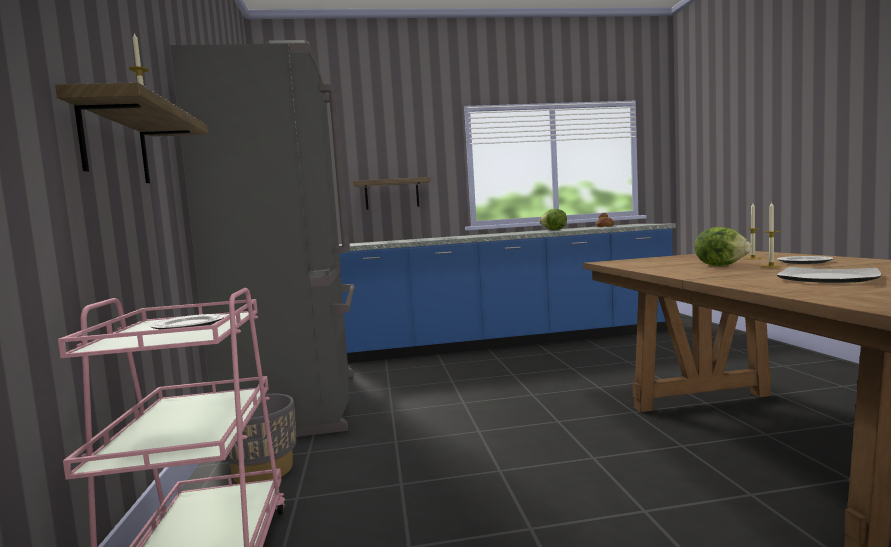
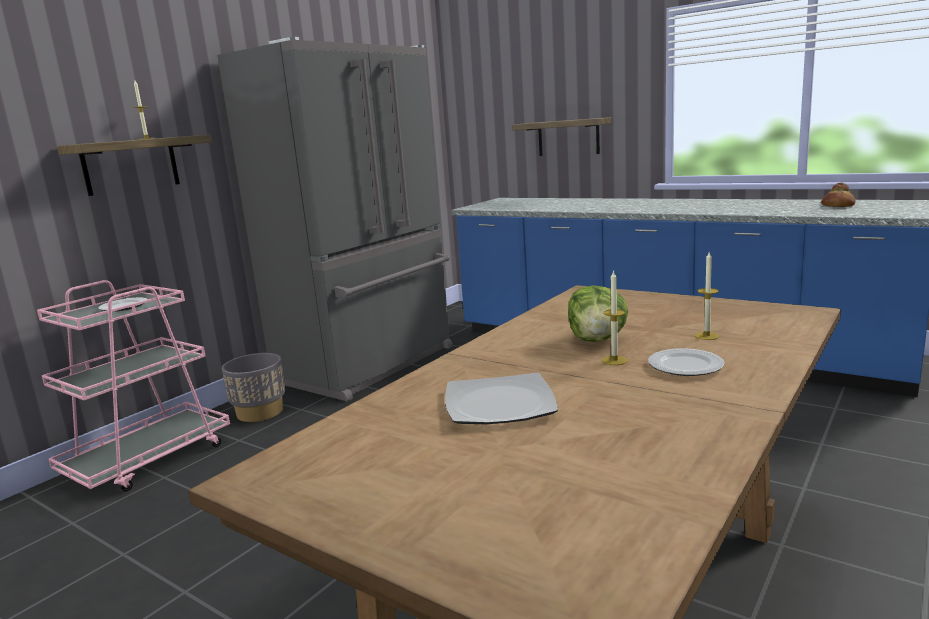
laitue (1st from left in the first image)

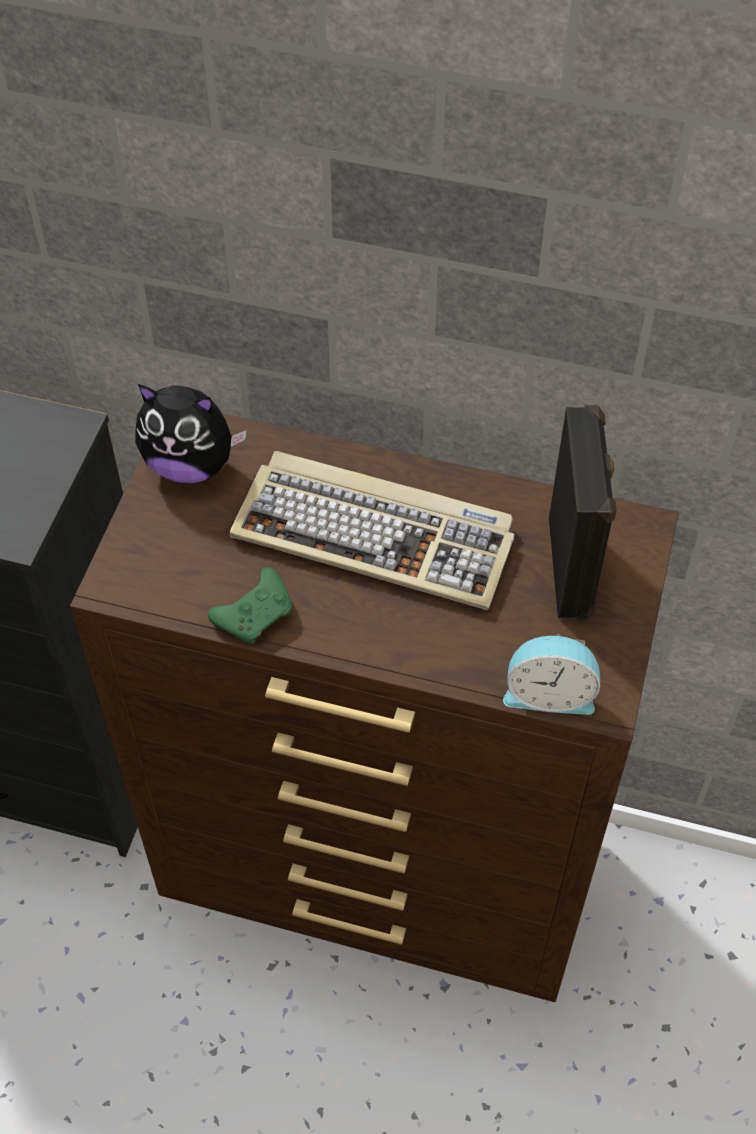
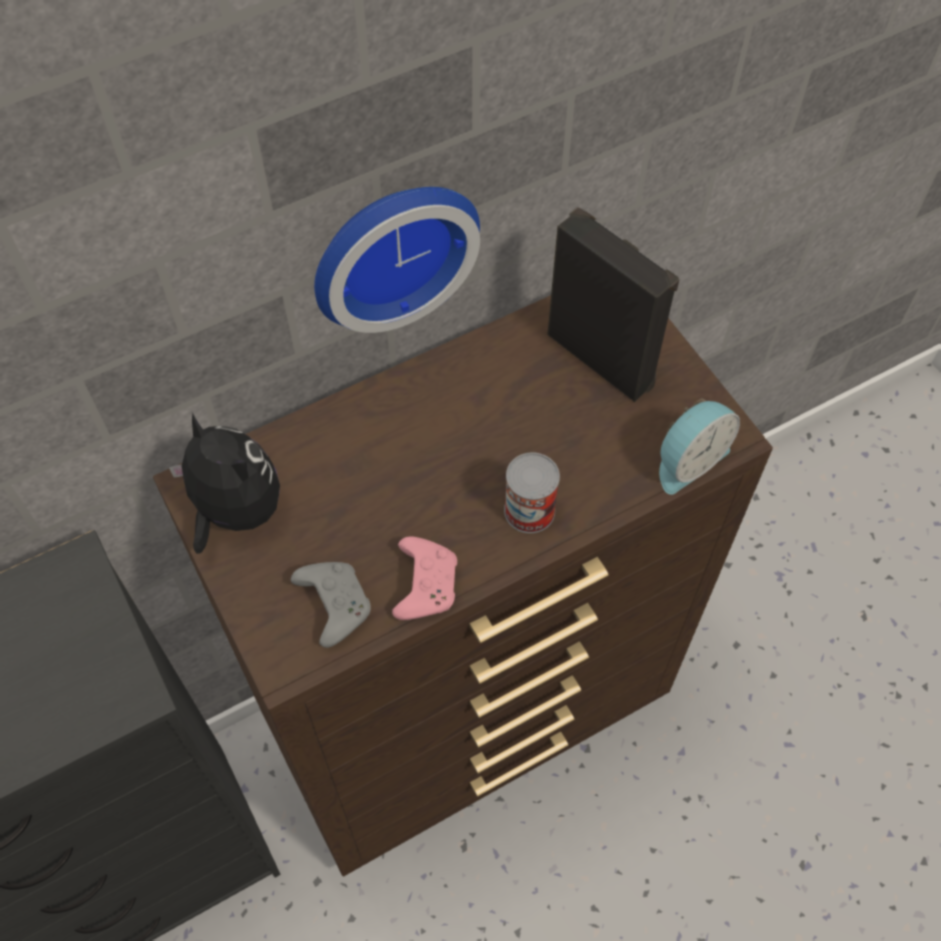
peluche
manette [gris]
horloge murale
manette [rose]
boîte métallique
clavier

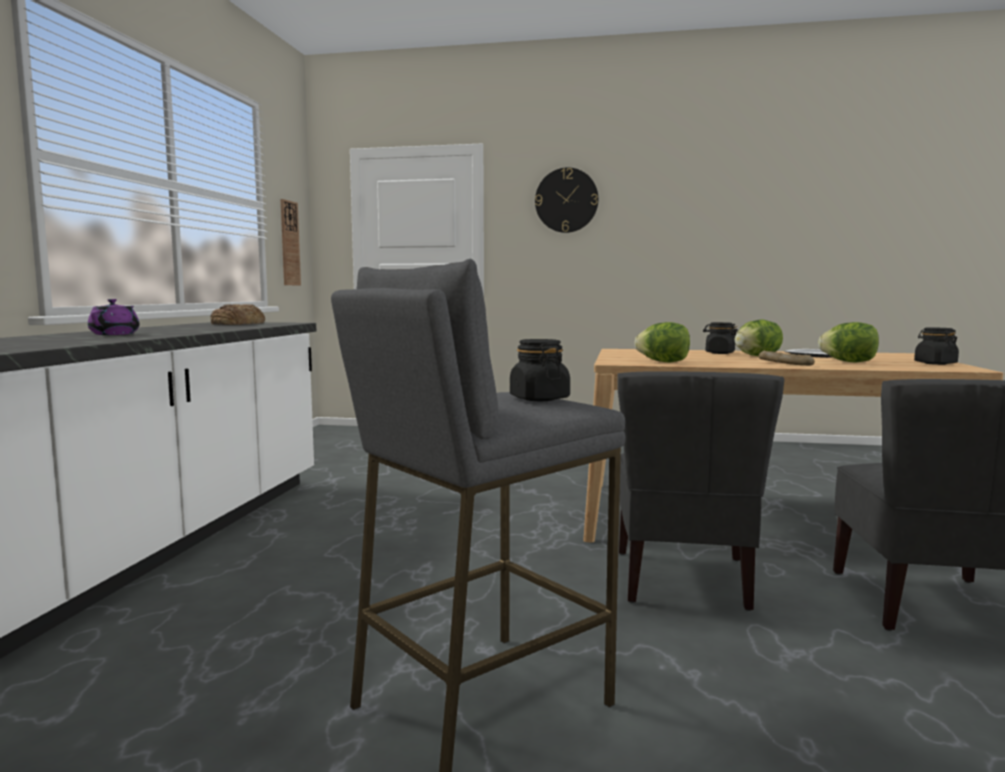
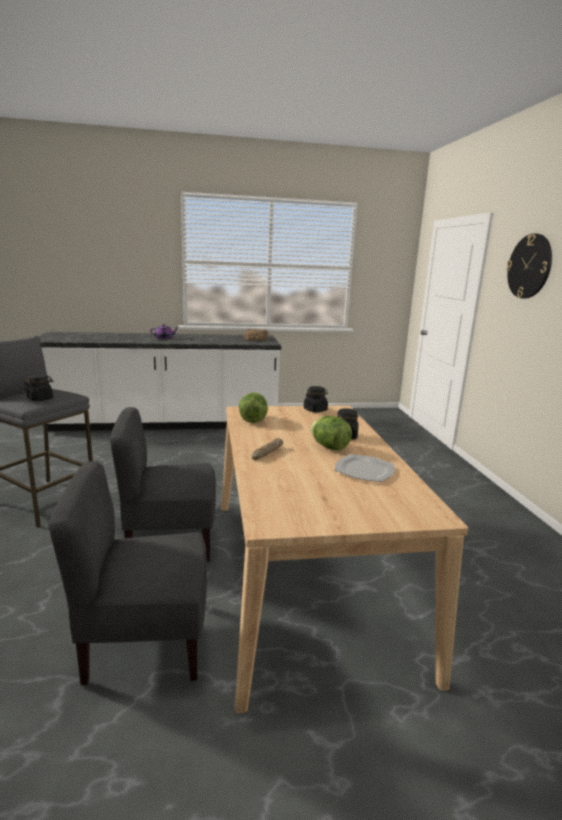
bocal [noir] (2nd from left)
horloge murale (1st from left in the first image)
laitue (3rd from left in the first image)

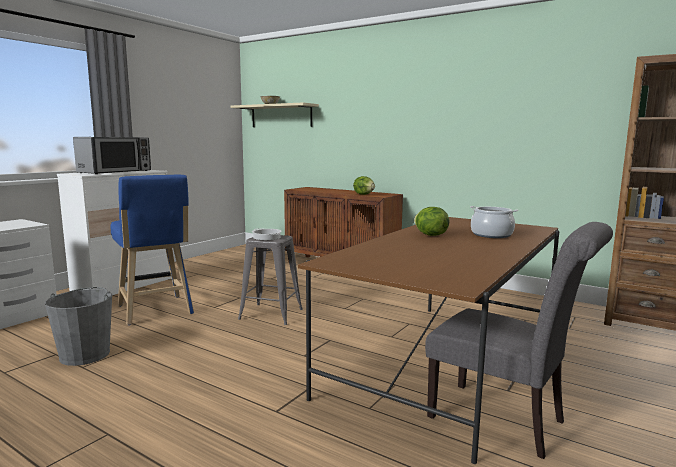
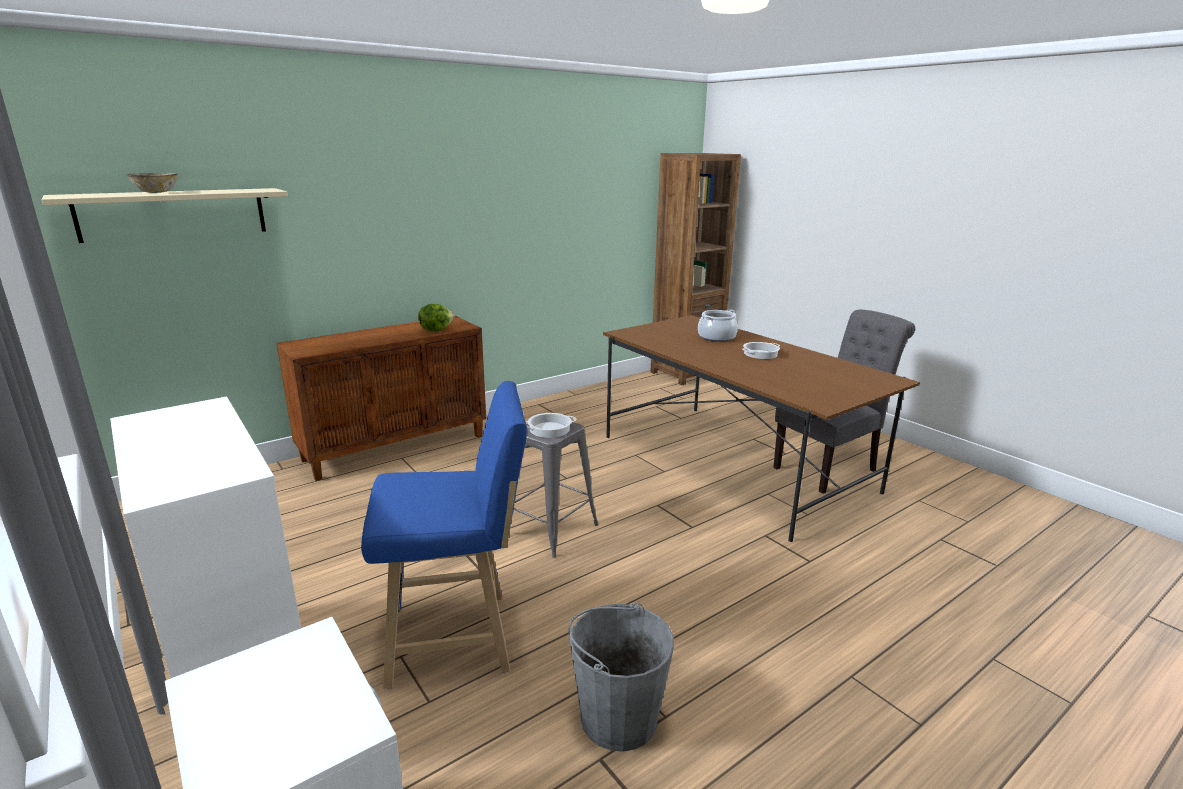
marmite (3rd from left)
micro-ondes
laitue (2nd from left in the first image)

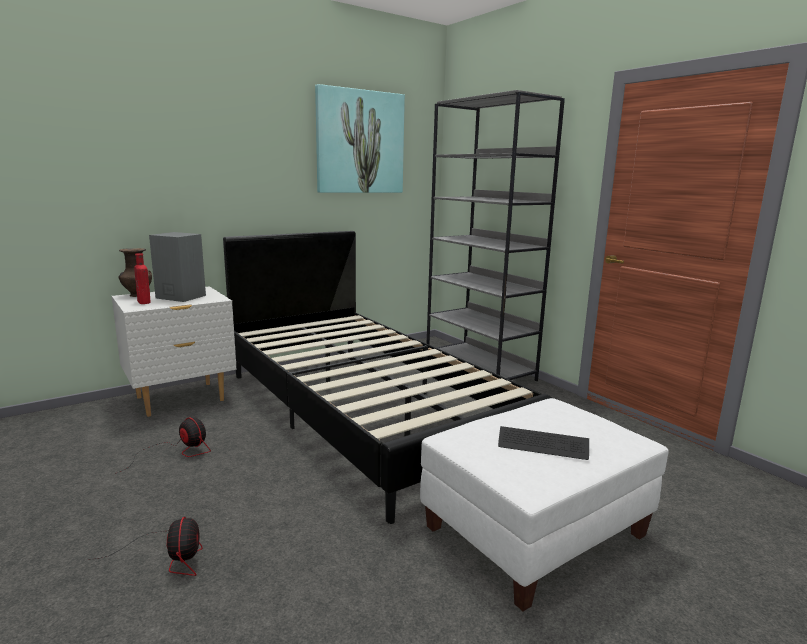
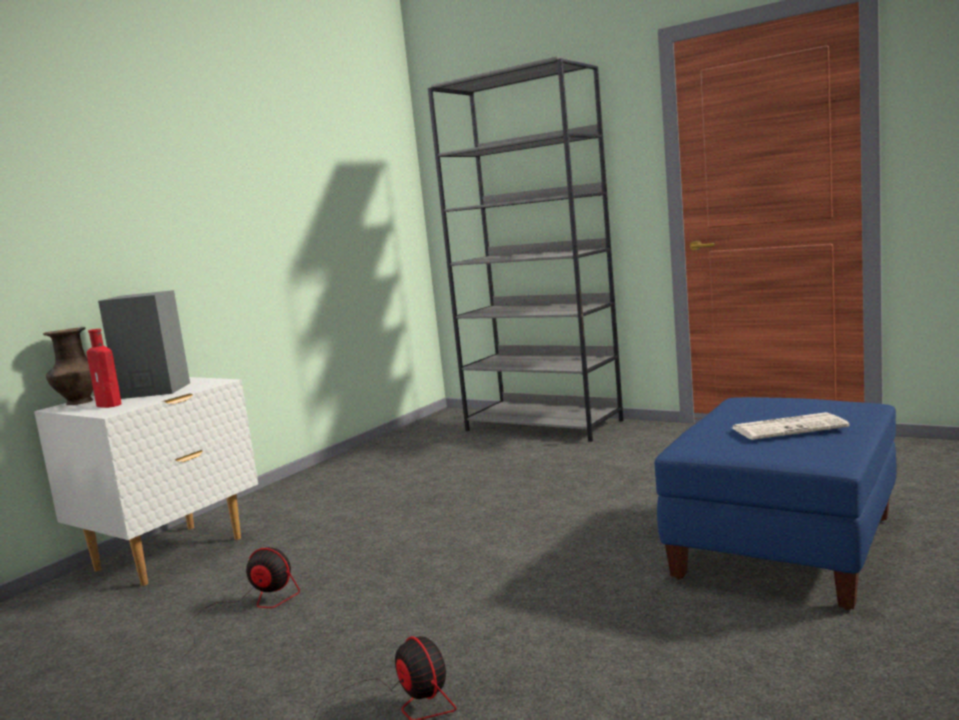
pouf [bleu]
journal
lit [noir]
tableau

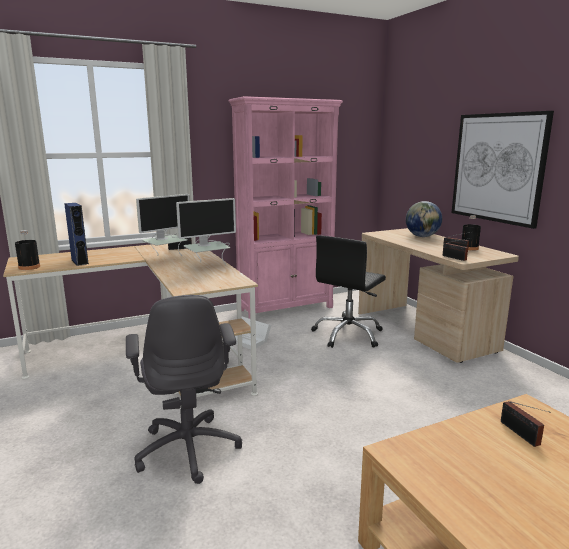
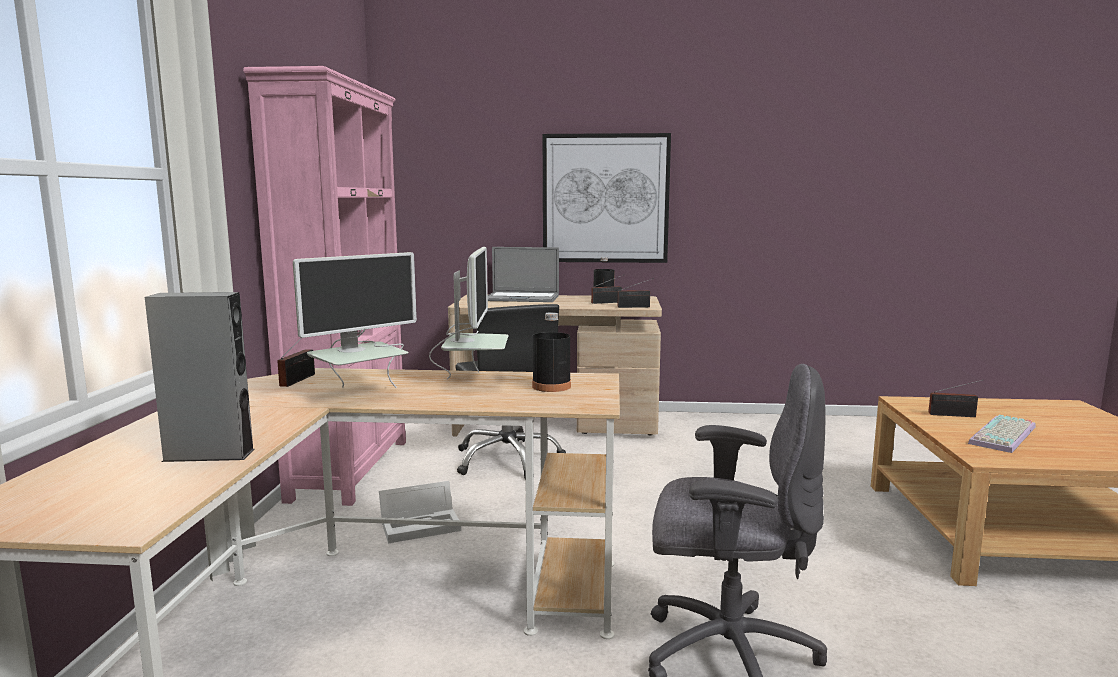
enceinte [gris]
écran d'ordinateur (1st from left)
ordinateur portable
bouteille [noir] (1st from left)
clavier

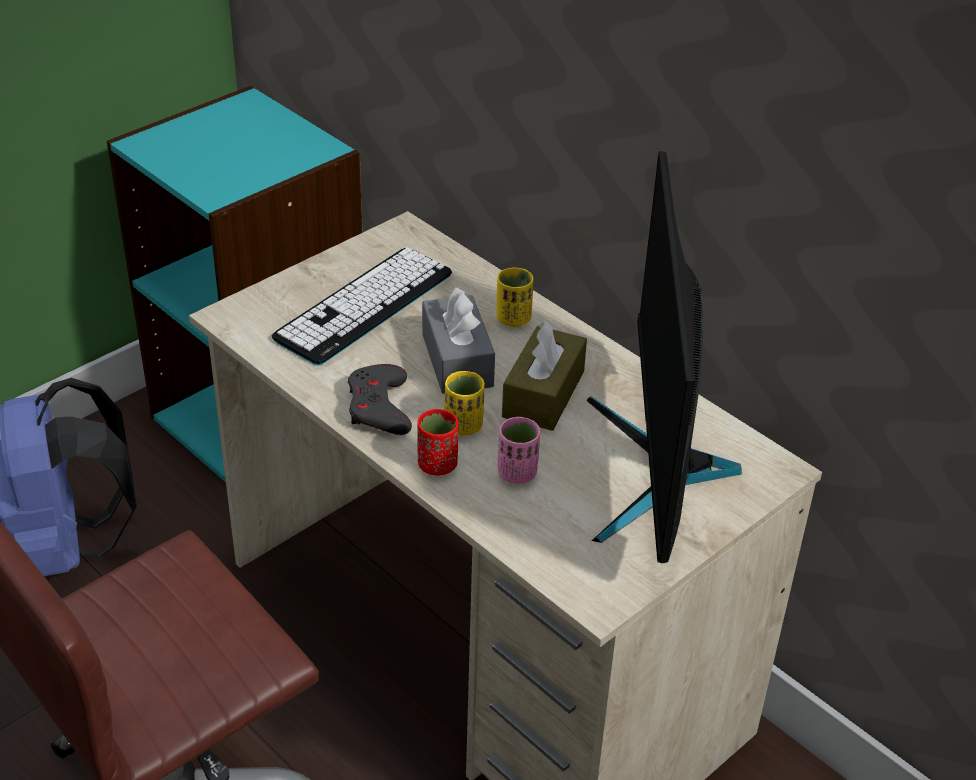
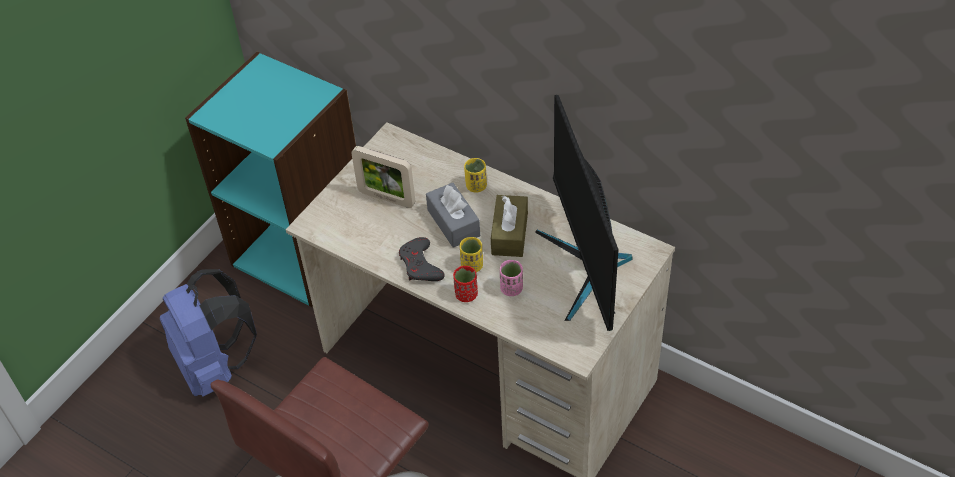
cadre photo

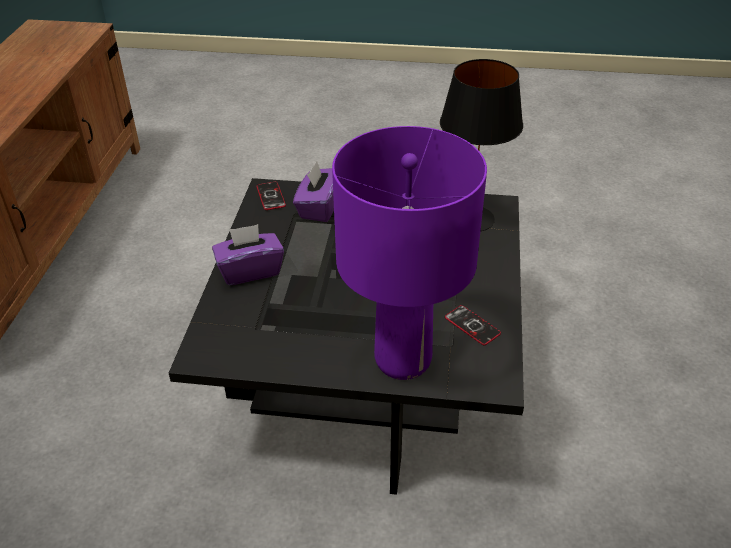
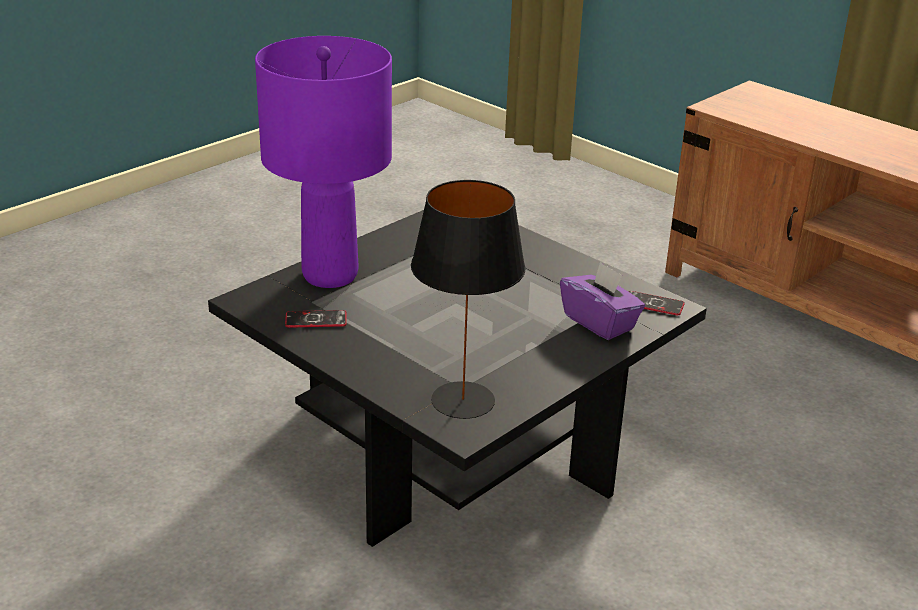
boîte à mouchoirs [violet] (1st from left in the first image)

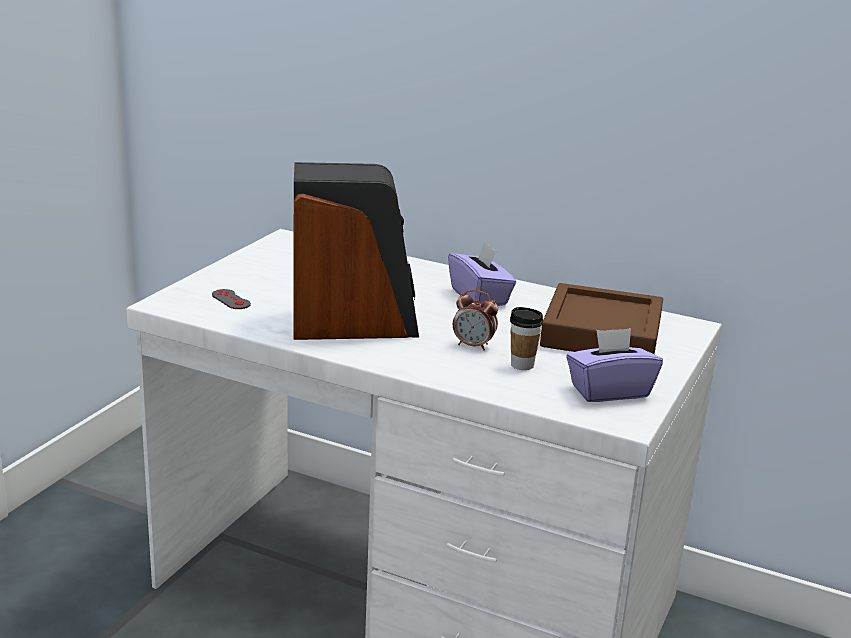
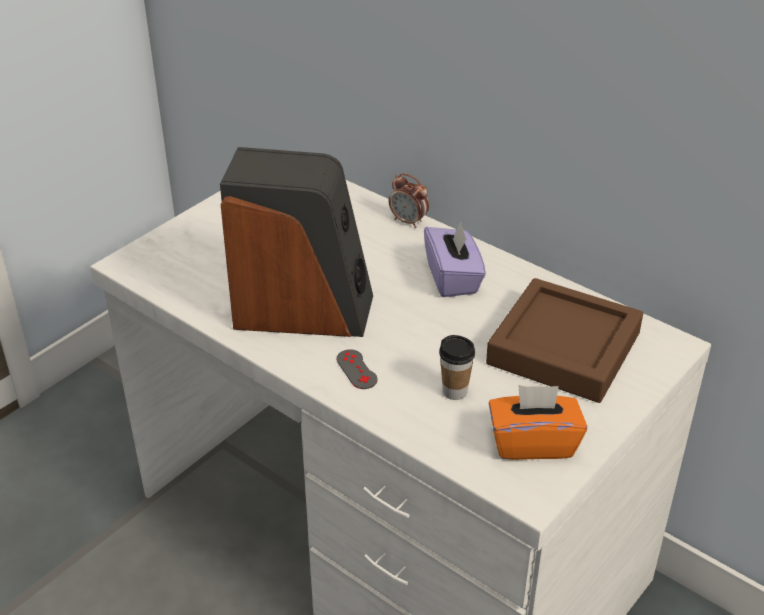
manette [gris]
réveil
boîte à mouchoirs [orange]

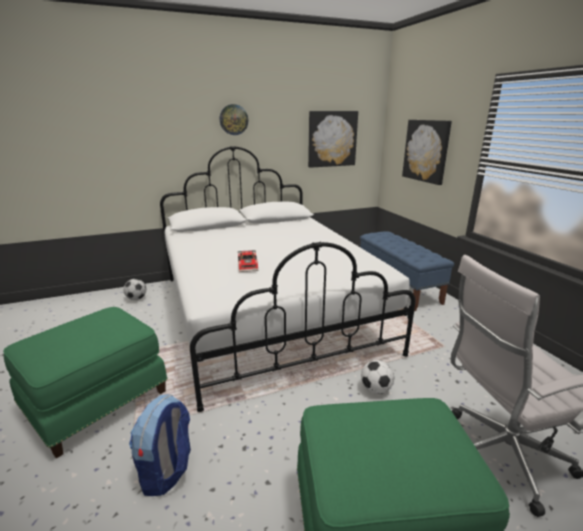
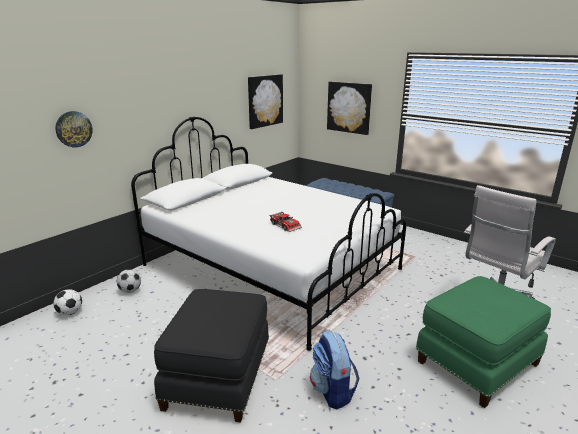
ballon de foot (1st from left)
horloge murale
pouf [noir]

